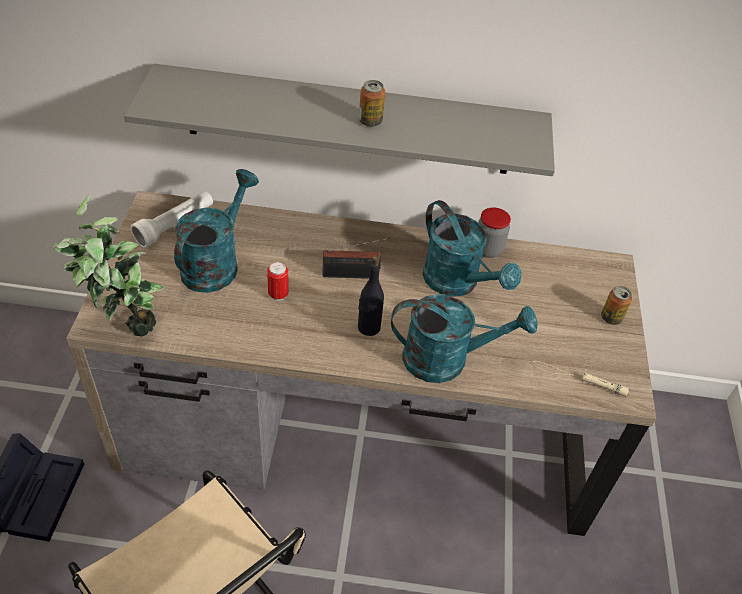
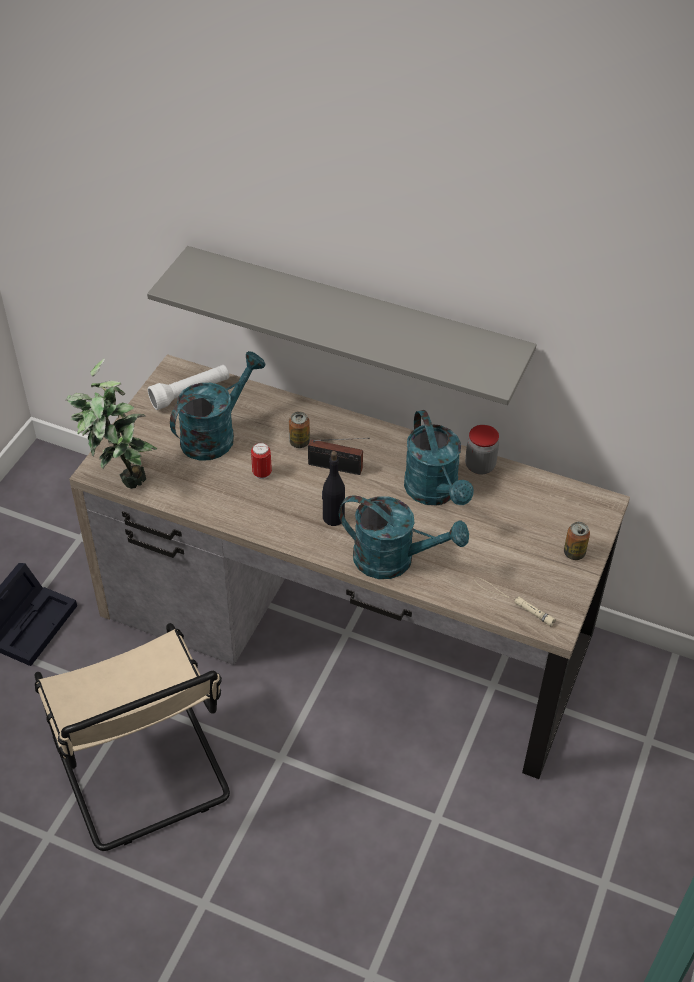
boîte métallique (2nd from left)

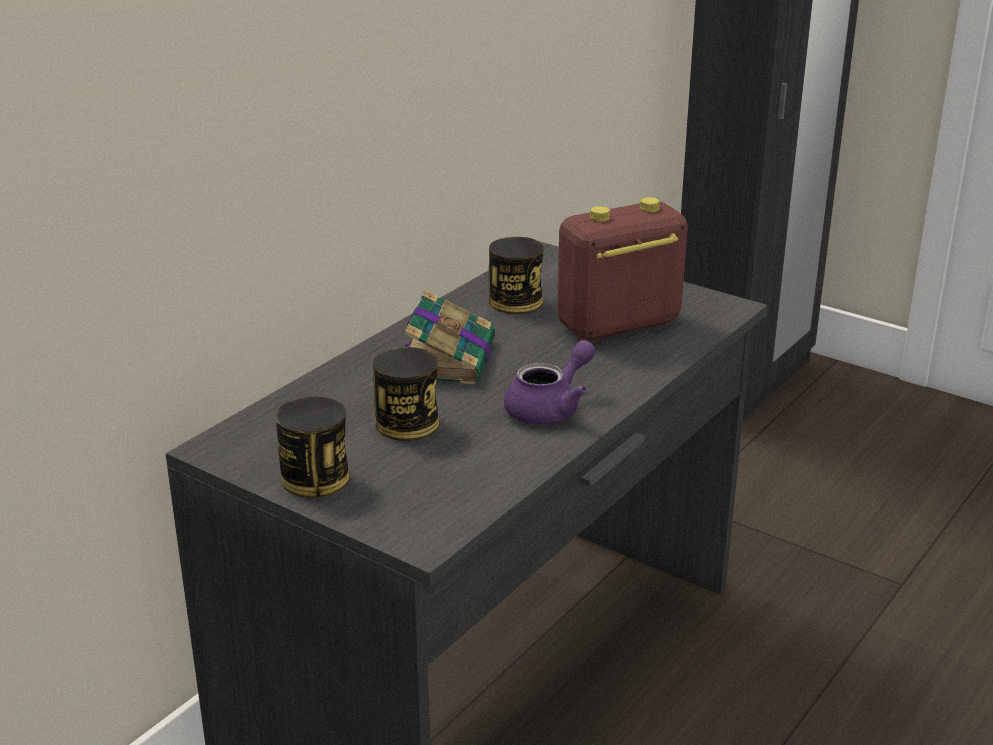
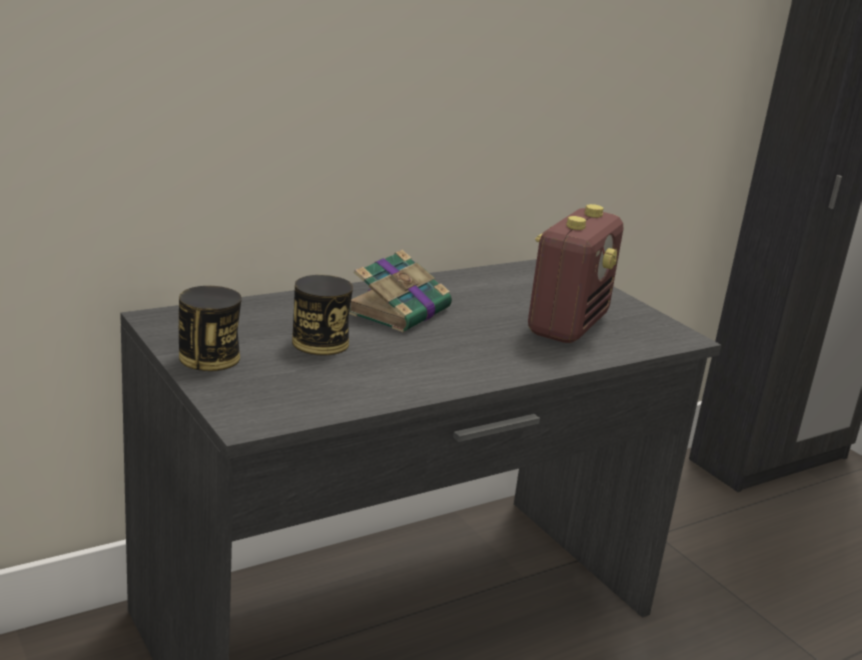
radio
boîte métallique (3rd from left in the first image)
théière [violet]

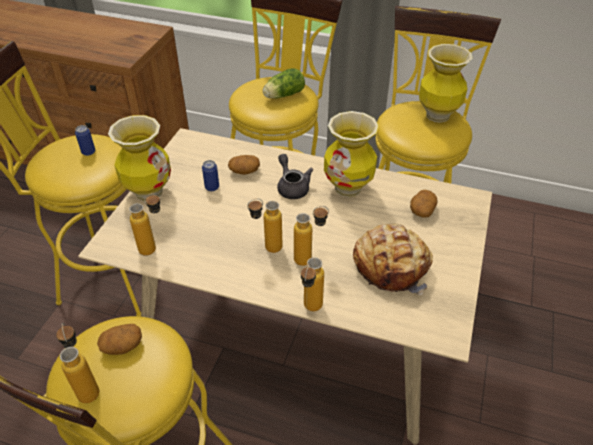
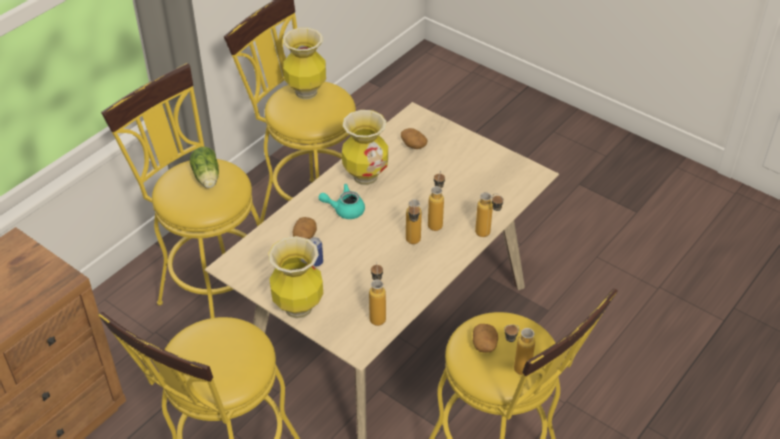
théière [turquoise]
boîte métallique (1st from left in the first image)
pain

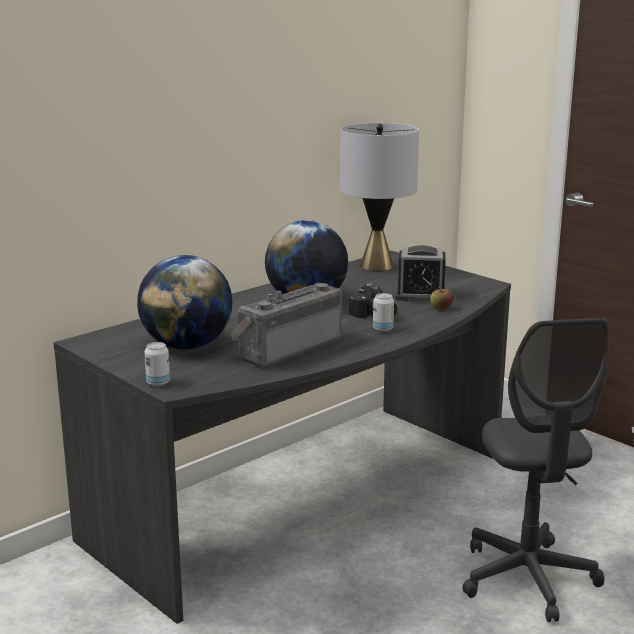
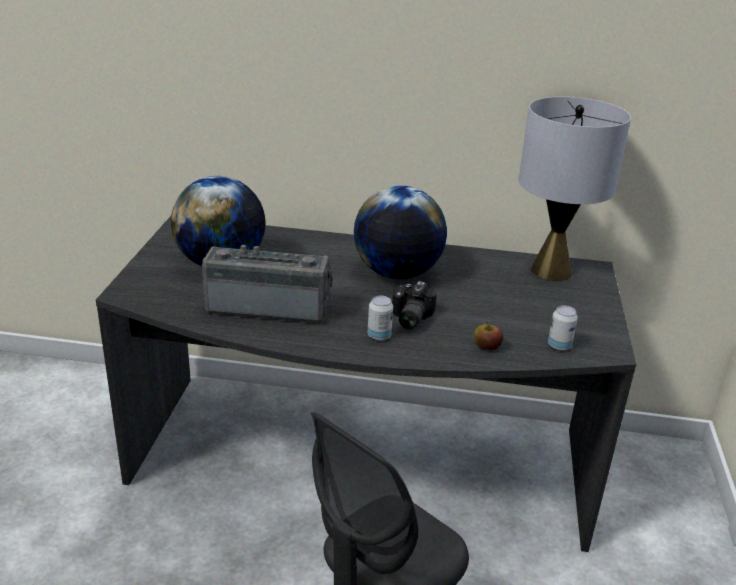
boîte métallique (2nd from left)
réveil

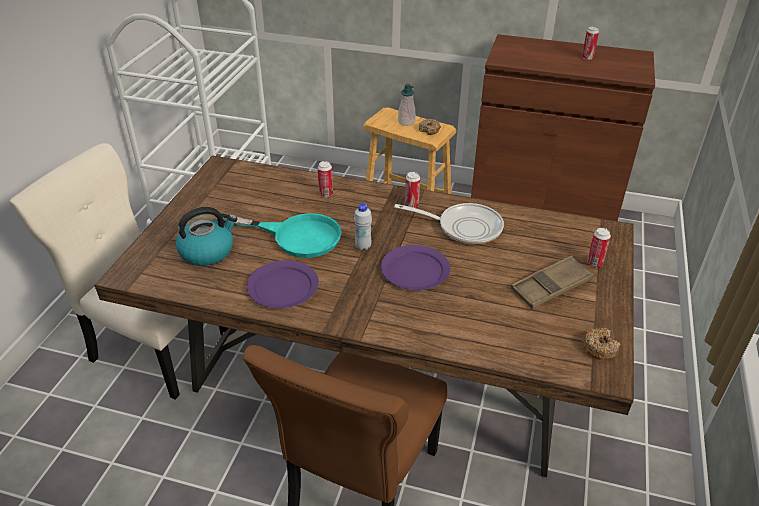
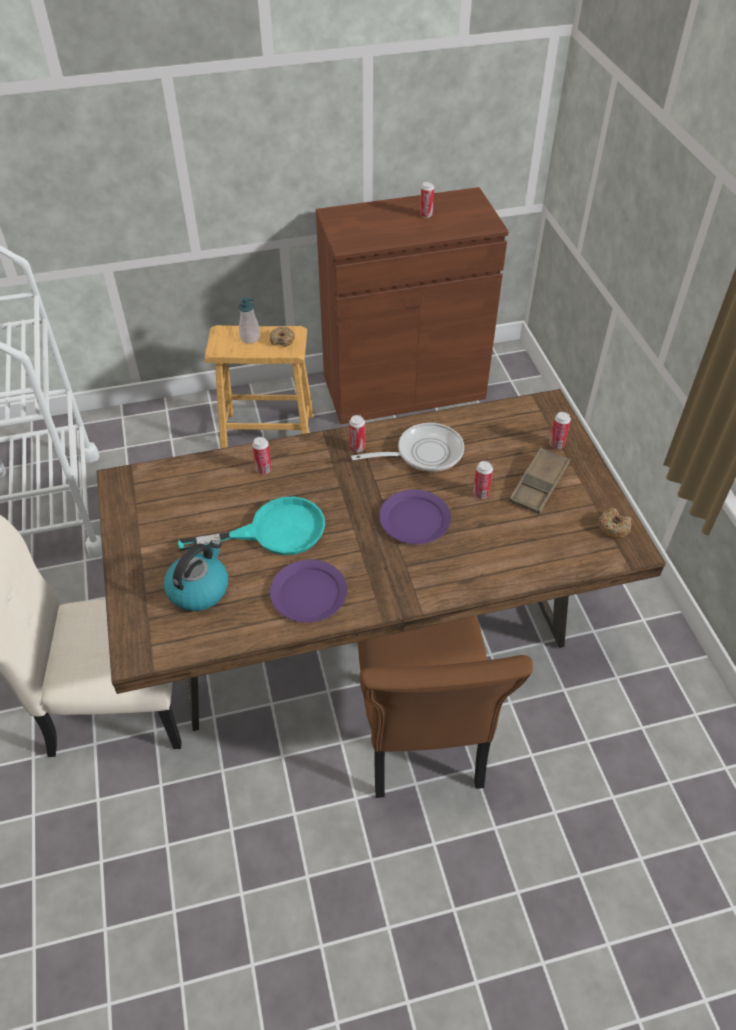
boîte métallique (4th from left)
bouteille [blanc]

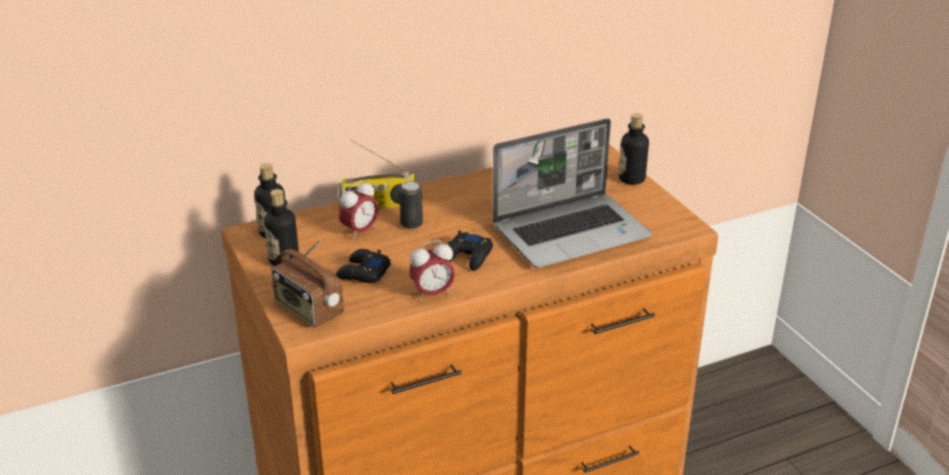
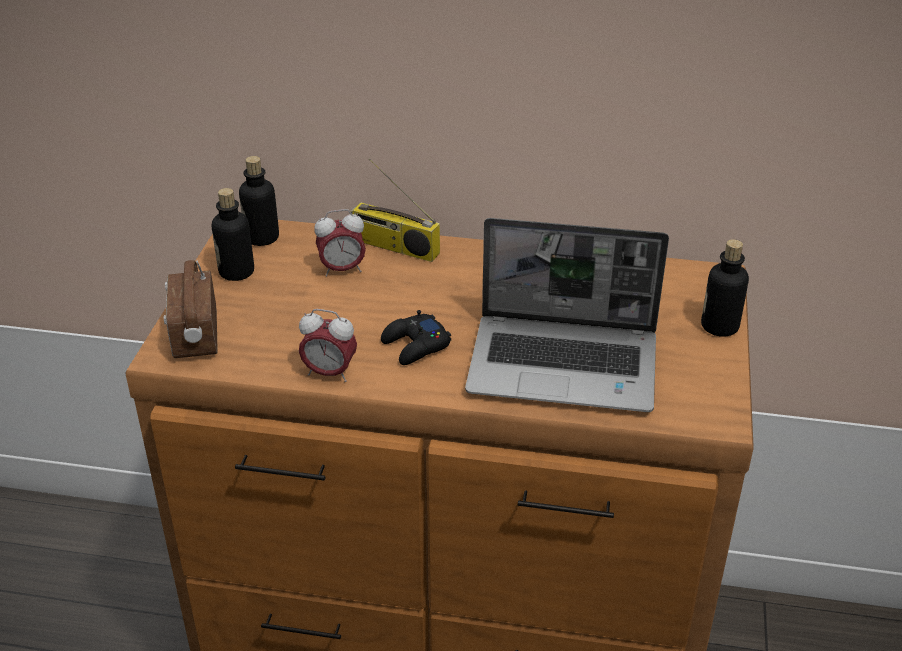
manette [noir] (1st from left in the first image)
boîte métallique

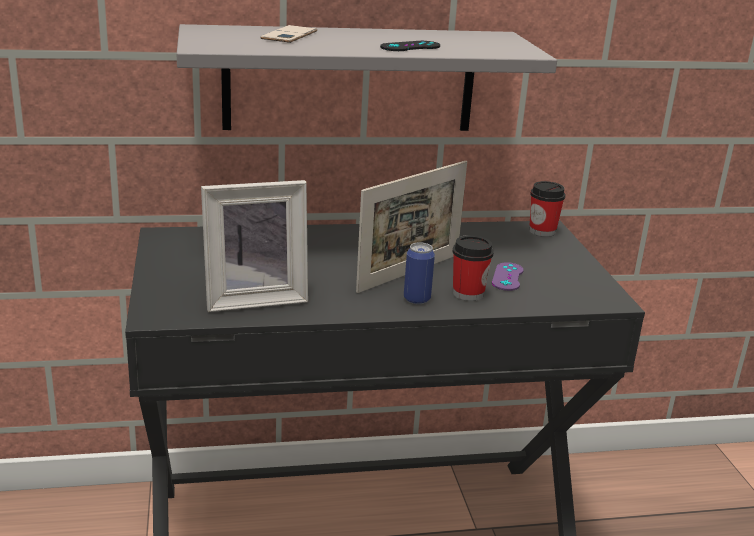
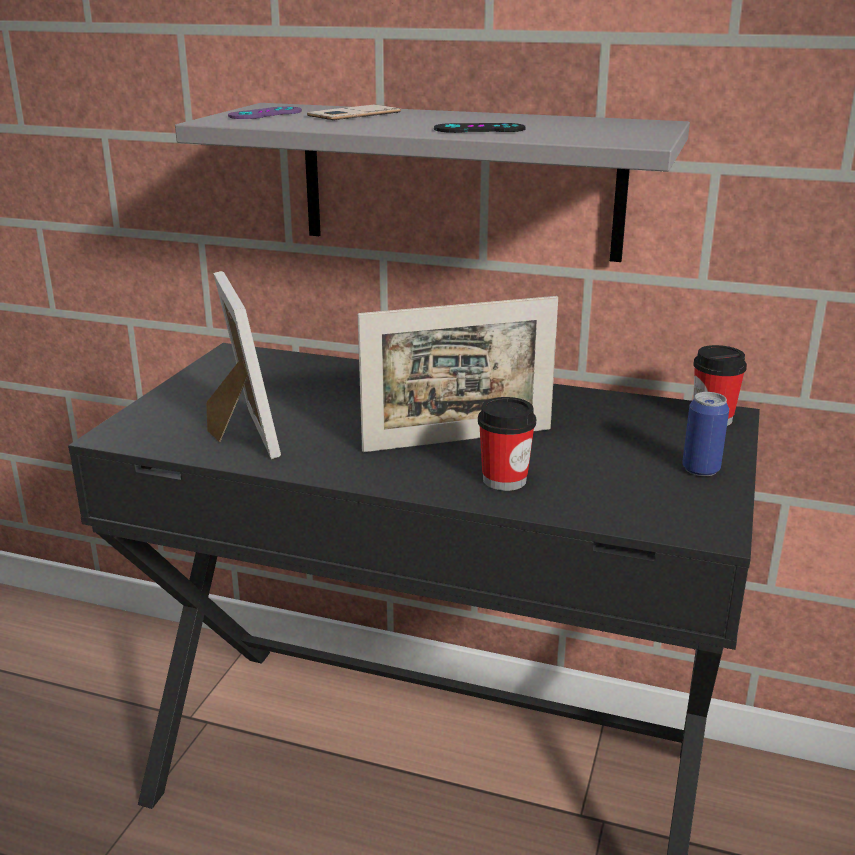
cadre photo (1st from left)
manette [violet]
boîte métallique

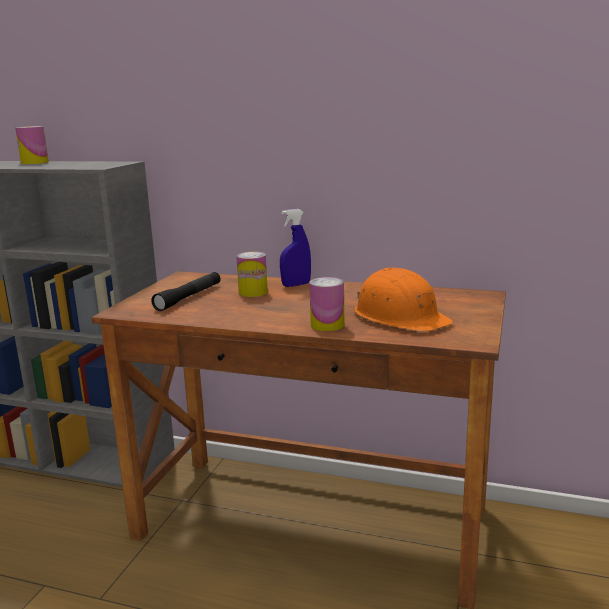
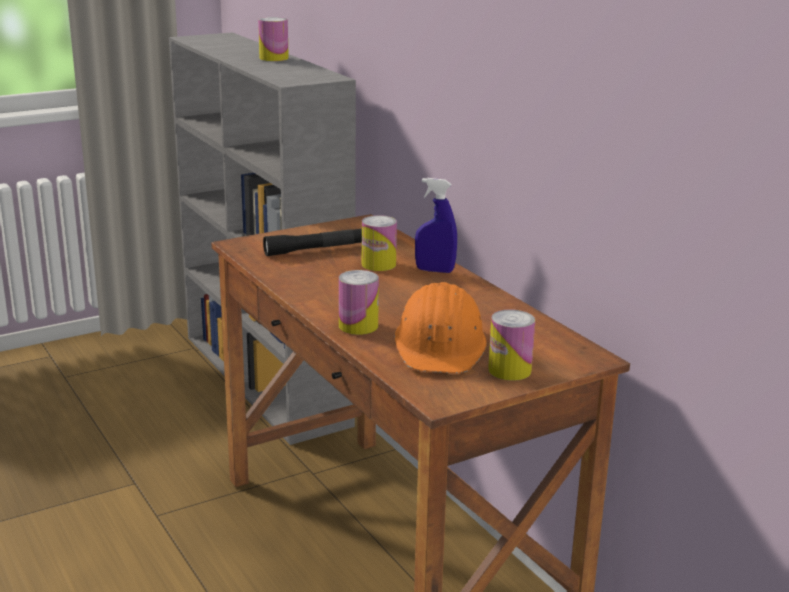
boîte métallique (4th from left)

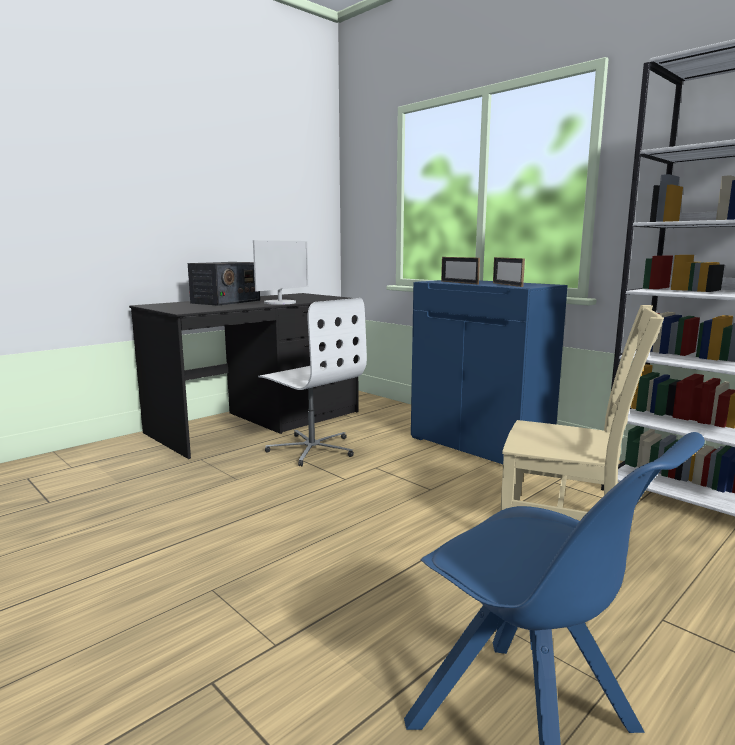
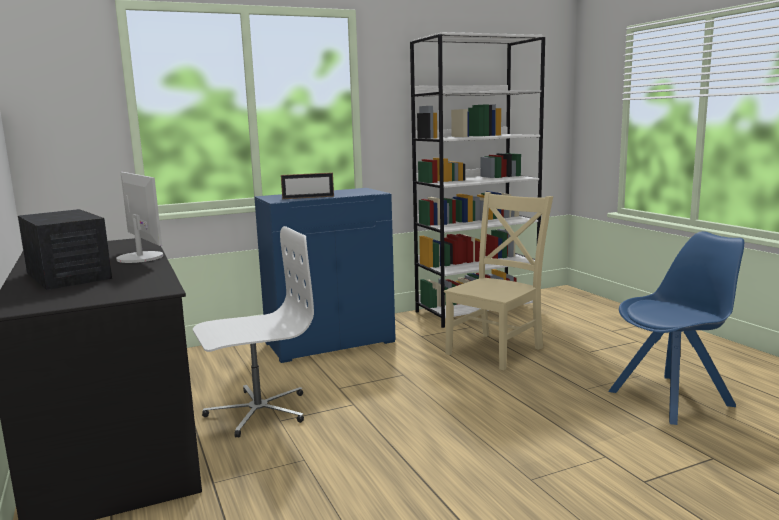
cadre photo (2nd from left in the first image)

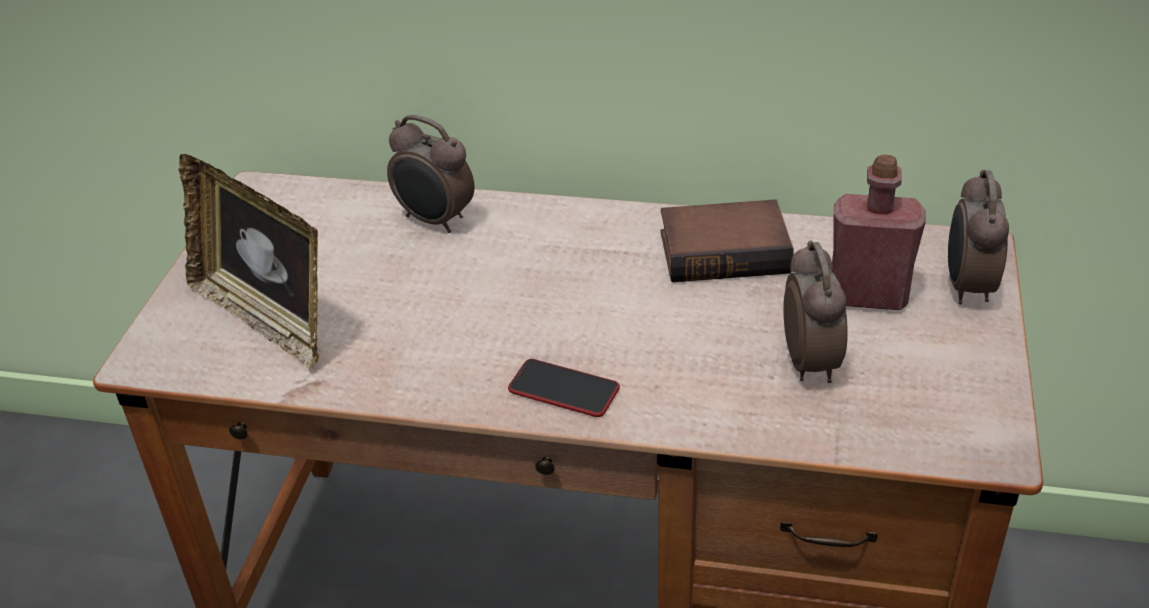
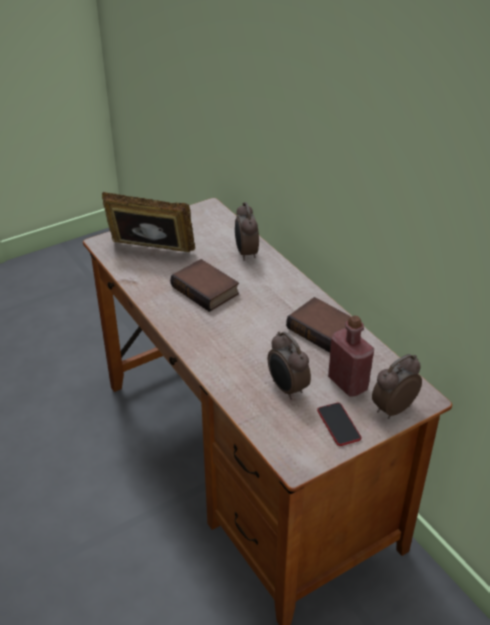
cadre photo
livre (1st from left)
réveil (2nd from left)
téléphone

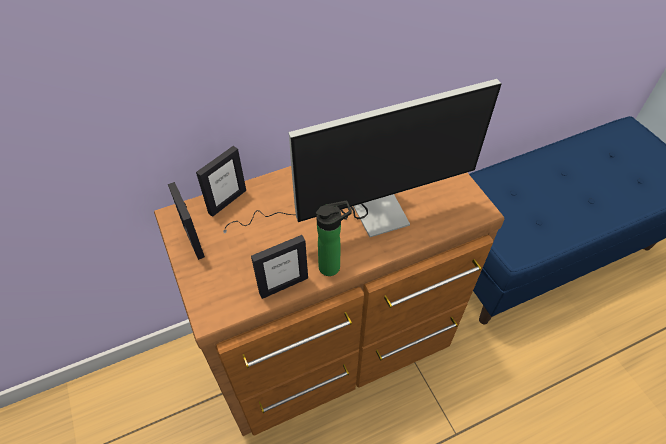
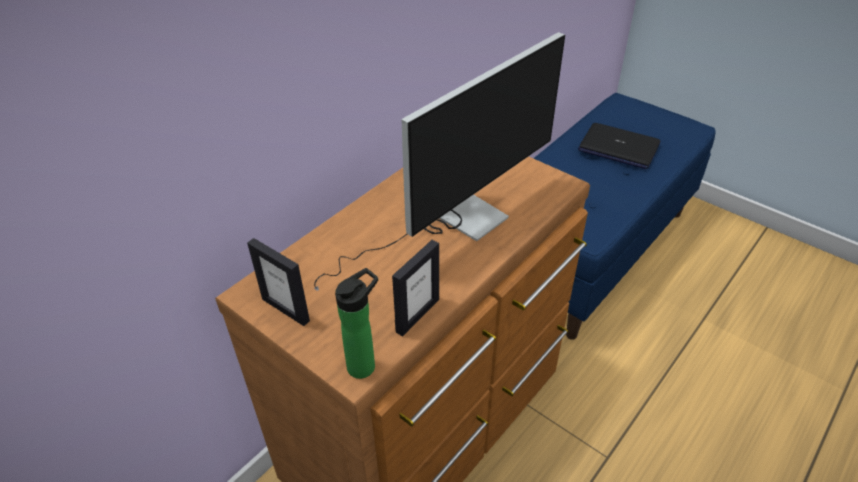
bouteille
ordinateur portable
cadre photo (2nd from left in the first image)

